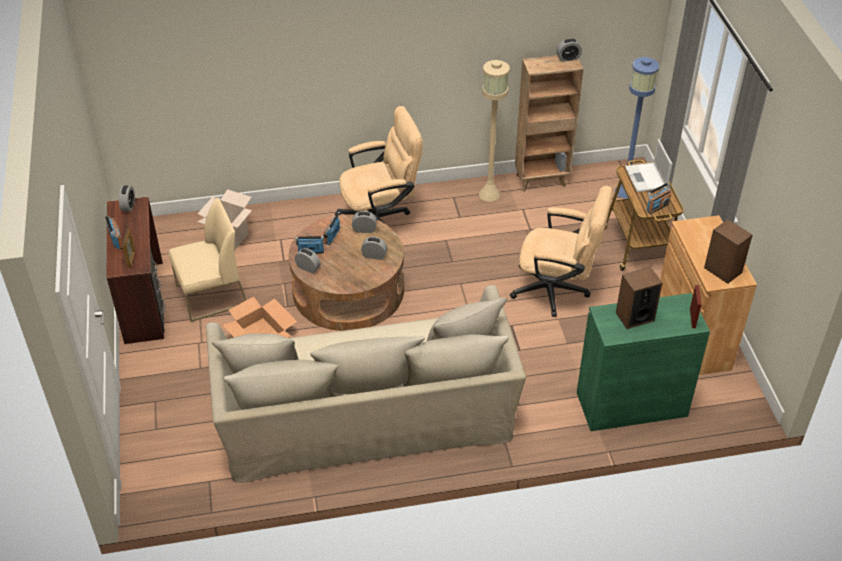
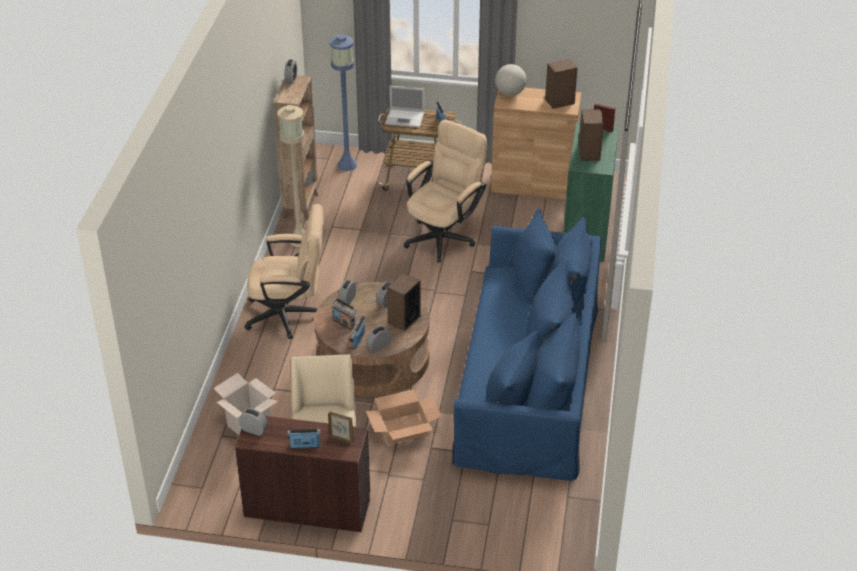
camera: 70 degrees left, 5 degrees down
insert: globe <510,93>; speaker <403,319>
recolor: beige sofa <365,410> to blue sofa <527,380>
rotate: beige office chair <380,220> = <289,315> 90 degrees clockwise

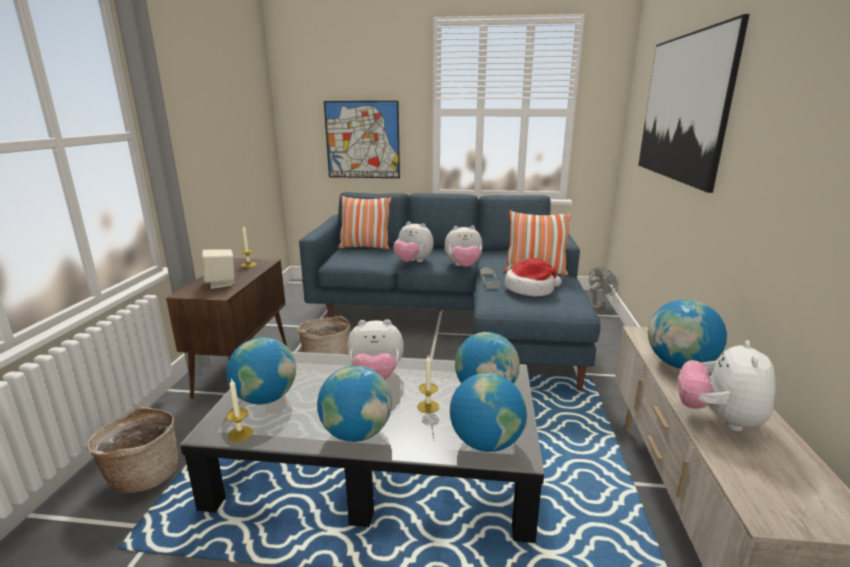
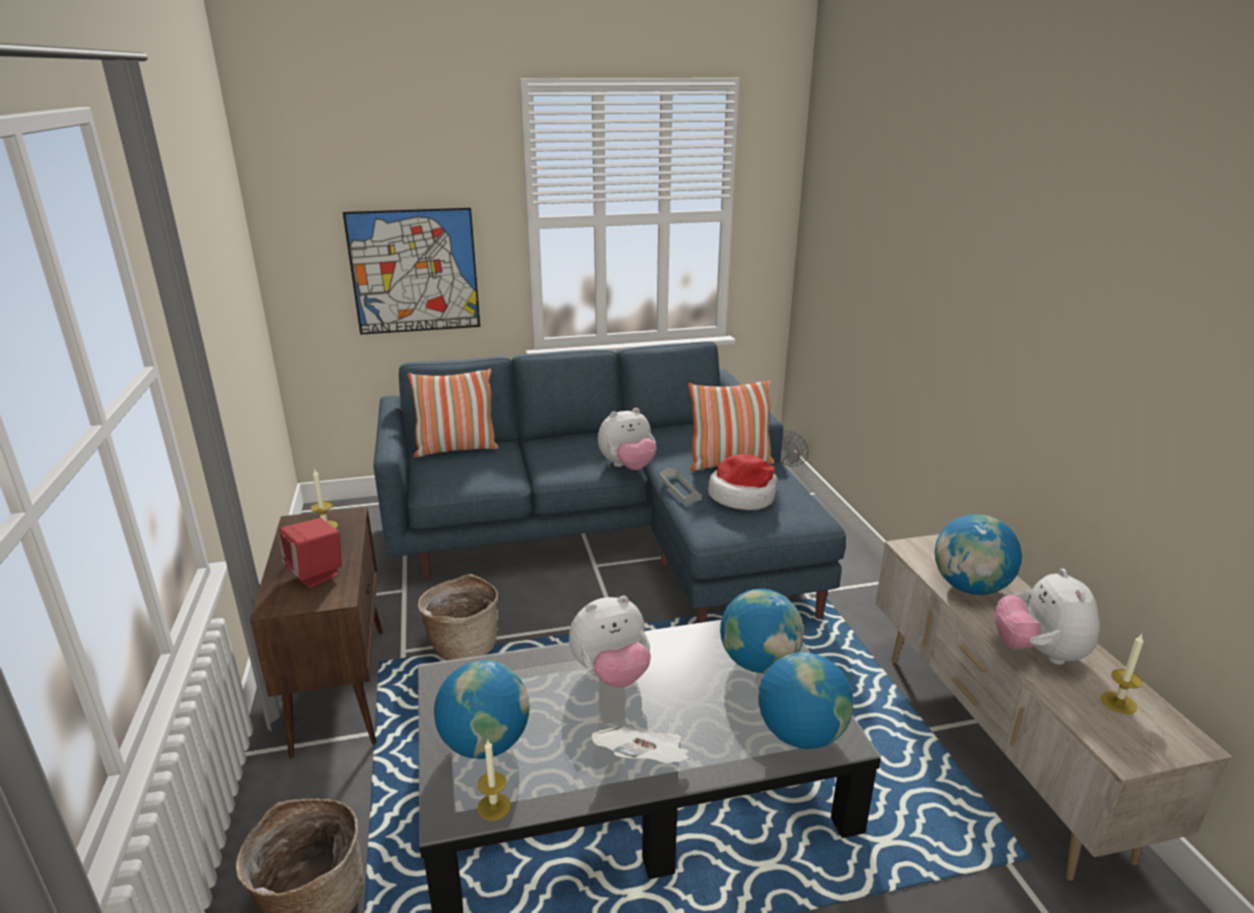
camera: 20 degrees left, 5 degrees up
delete: picture <682,108>; plush toy <413,262>
move: candle <428,406> to <1118,703>
replace: globe <356,433> to newspaper <644,763>
recolor: beige speaker <221,283> to red speaker <316,574>

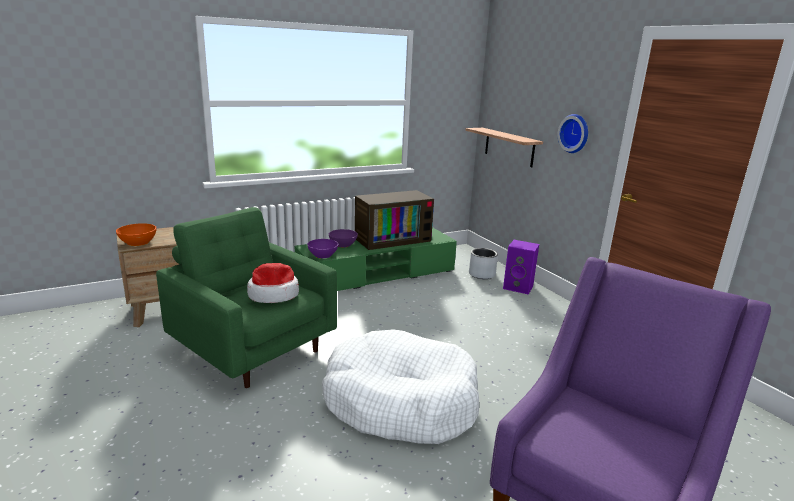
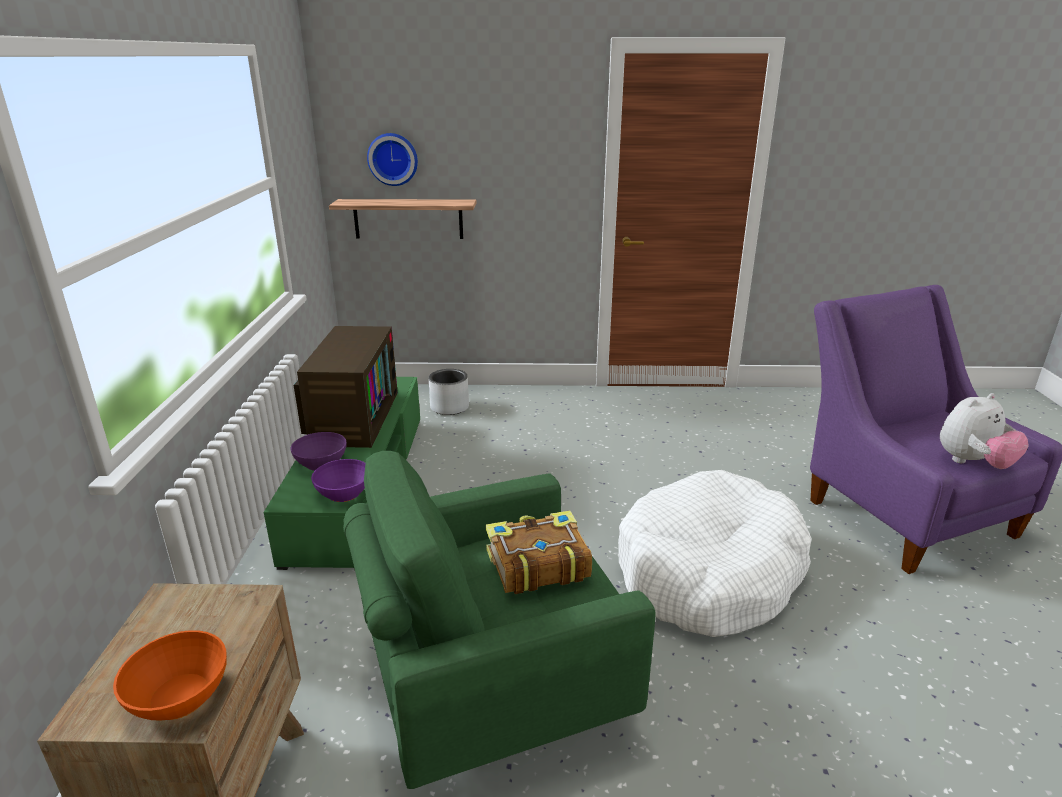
camera: 60 degrees left, 5 degrees up
delete: purple speaker <519,287>
insert: plush toy <973,463>
move: wall clock <575,133> to <393,159>
replace: hat <273,294> to book <536,564>

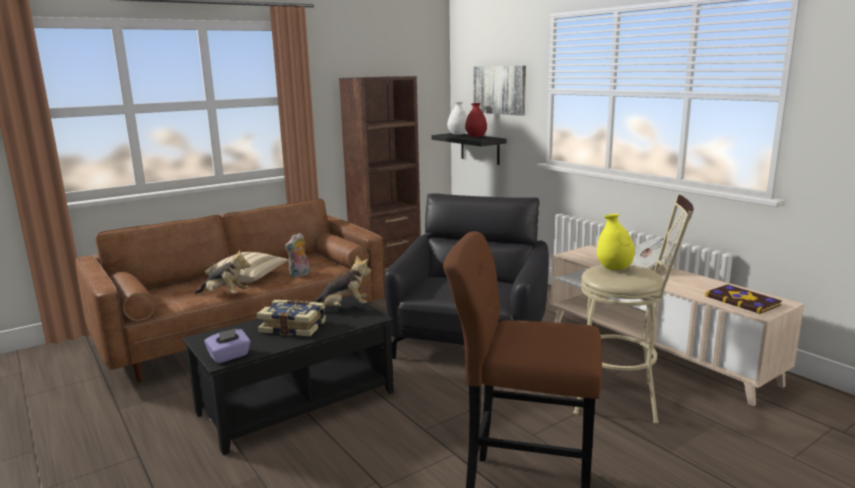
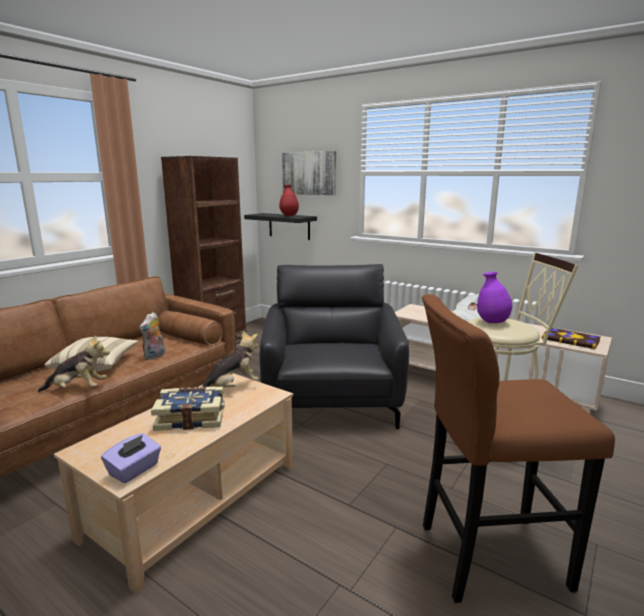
camera: 20 degrees left, 0 degrees up
delete: white vase <458,135>
recolor: yellow vase <614,269> to purple vase <492,322>; black coffee table <296,401> to beige coffee table <194,499>

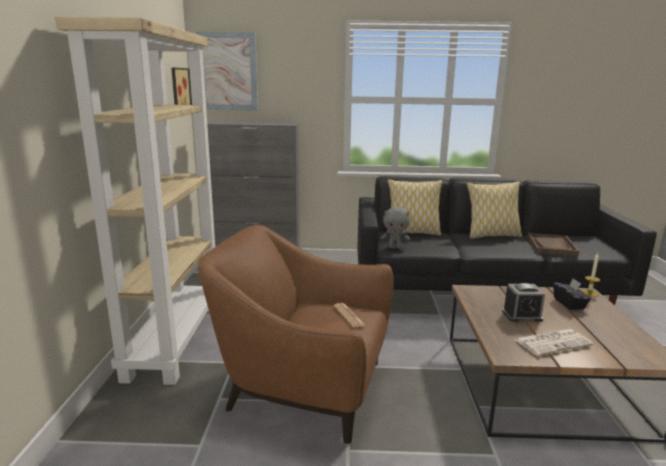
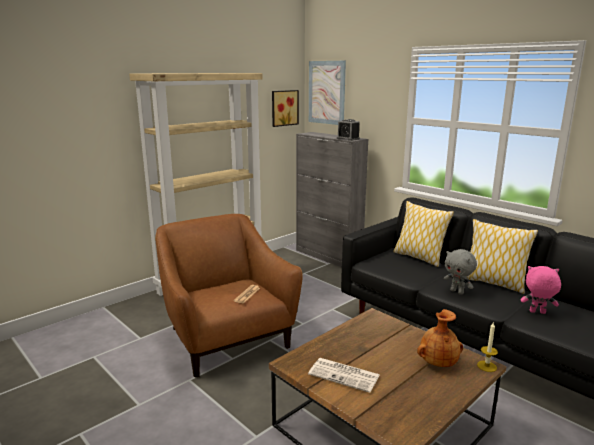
camera: 45 degrees right, 0 degrees up
move: grey plush toy <395,247> to <457,292>; alarm clock <522,315> to <348,139>
replace: brown tray <551,246> to pink plush toy <537,312>; black tissue box <569,304> to brown vase <437,363>

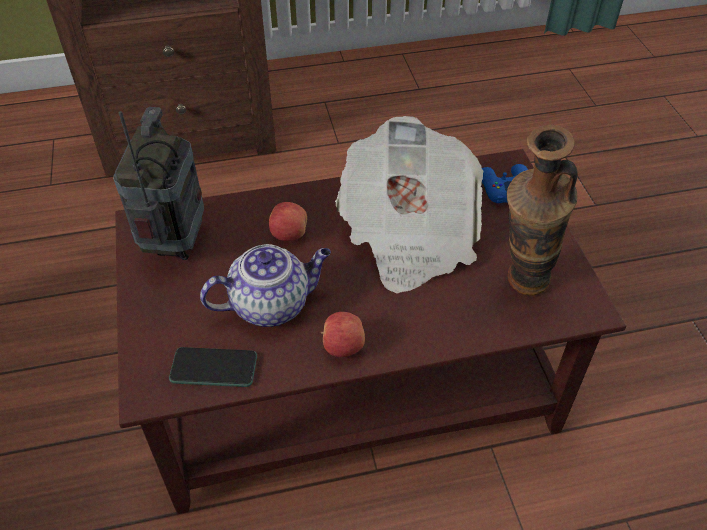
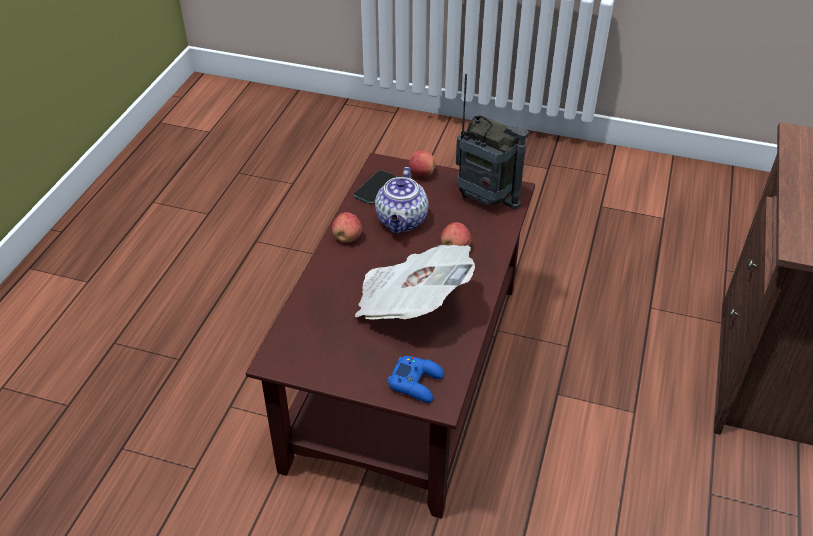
camera: 120 degrees right, 5 degrees down
delete: vase <519,288>
insert: apple <421,173>

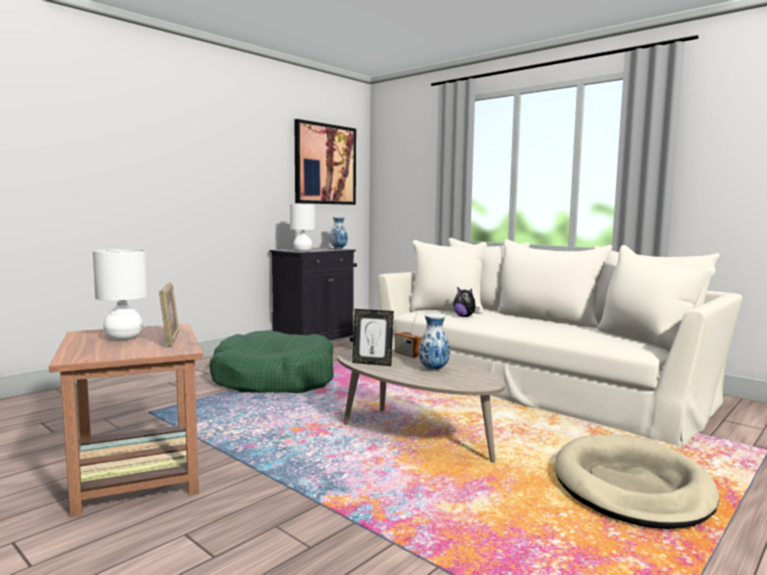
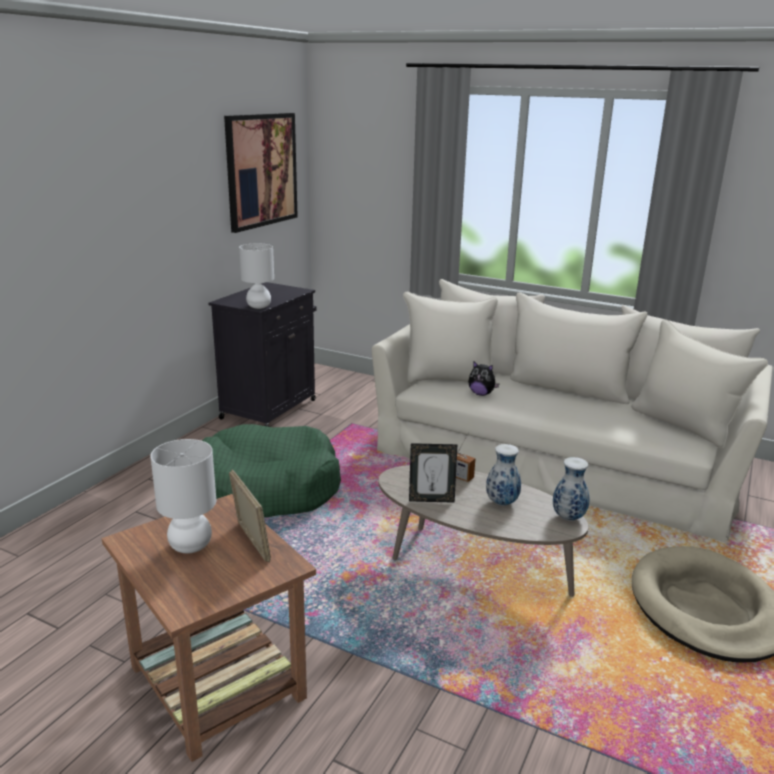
camera: 15 degrees left, 15 degrees up
move: vase <338,248> to <568,517>

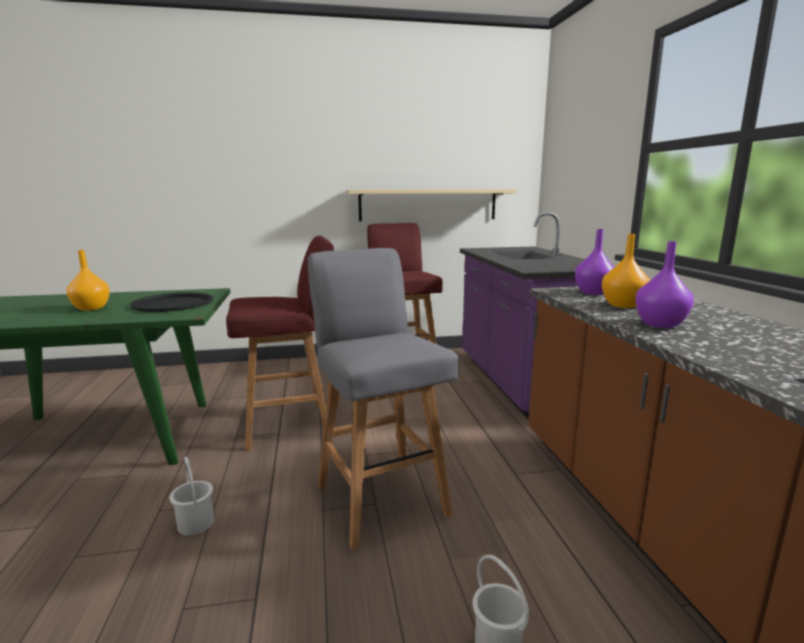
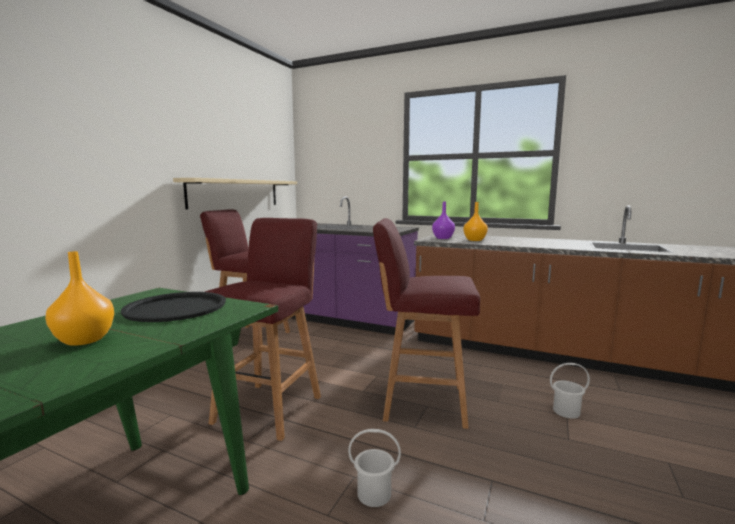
camera: 55 degrees left, 5 degrees down
delete: purple vase <660,324>
recolor: grey stool <380,498> to red stool <422,402>

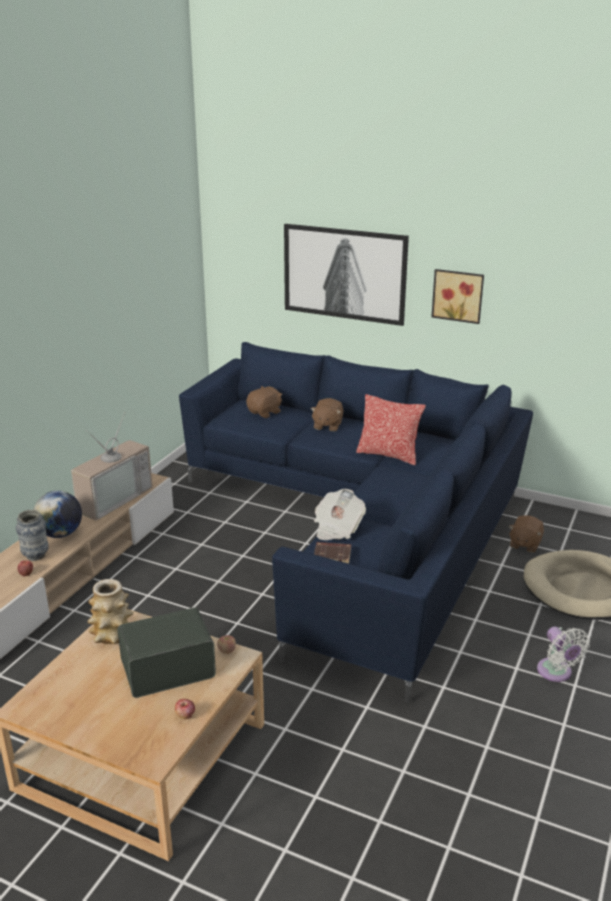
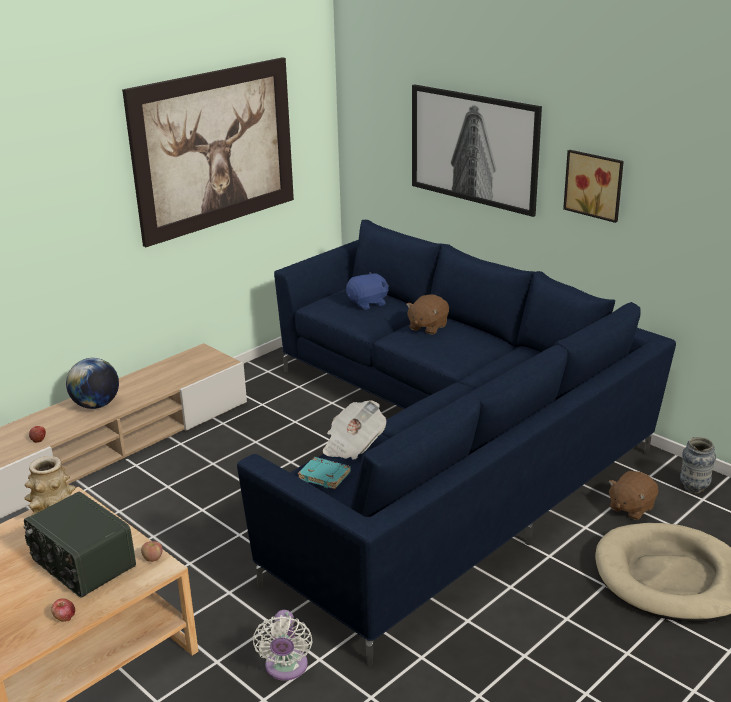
camera: 20 degrees right, 0 degrees up
delete: pillow <388,455>; television <112,498>
insert: picture <214,149>
move: vase <35,556> to <694,488>; white fan <556,673> to <286,668>
recolor: brown plush toy <265,412> to blue plush toy <368,303>; brown book <332,556> to turquoise book <325,476>
rotate: radio <167,668> = <82,564> 135 degrees counterclockwise

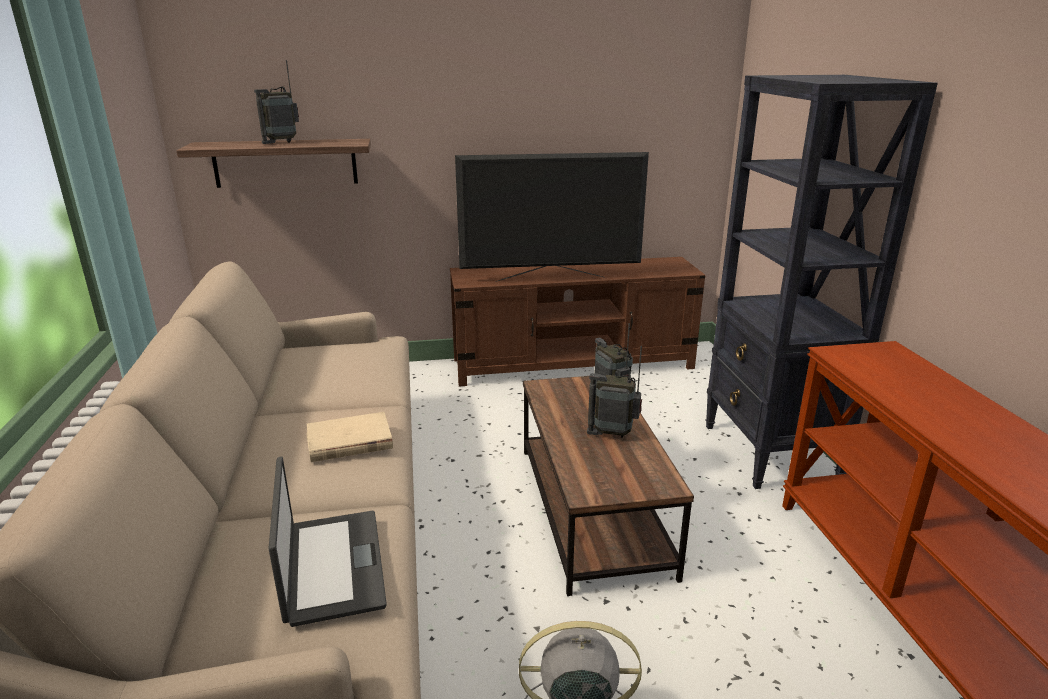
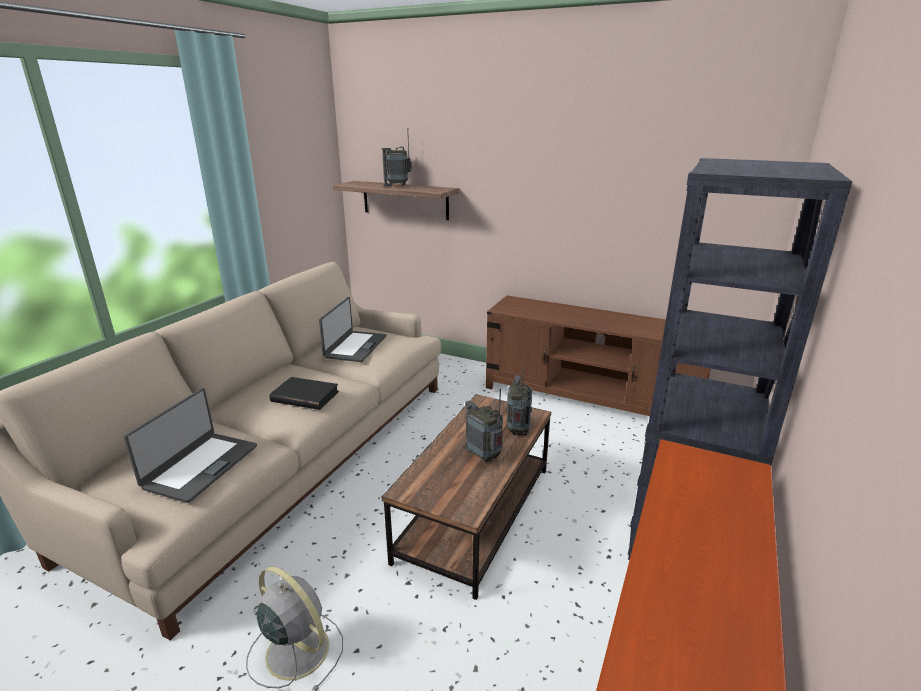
camera: 35 degrees right, 0 degrees up
delete: television <550,279>
insert: laptop <355,346>
recolor: beige book <349,441> to black book <304,396>

